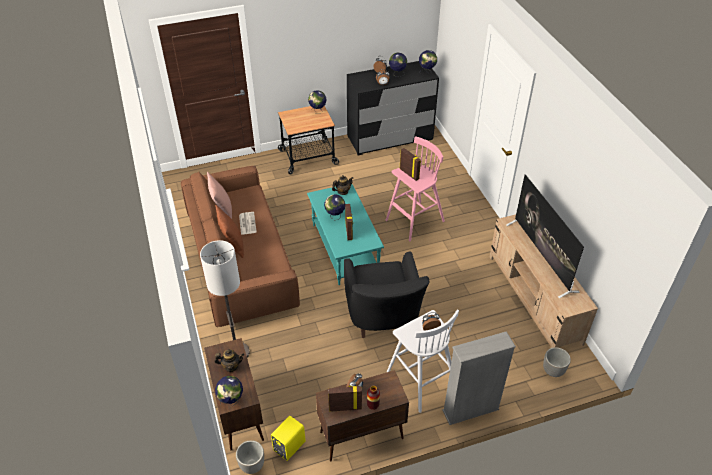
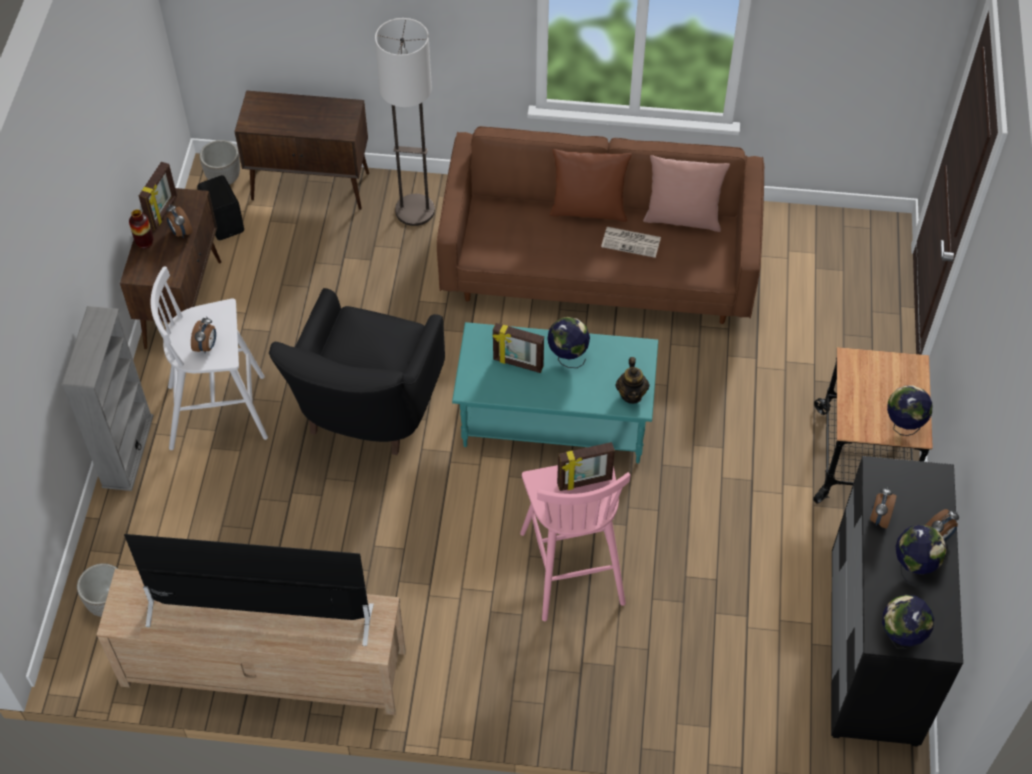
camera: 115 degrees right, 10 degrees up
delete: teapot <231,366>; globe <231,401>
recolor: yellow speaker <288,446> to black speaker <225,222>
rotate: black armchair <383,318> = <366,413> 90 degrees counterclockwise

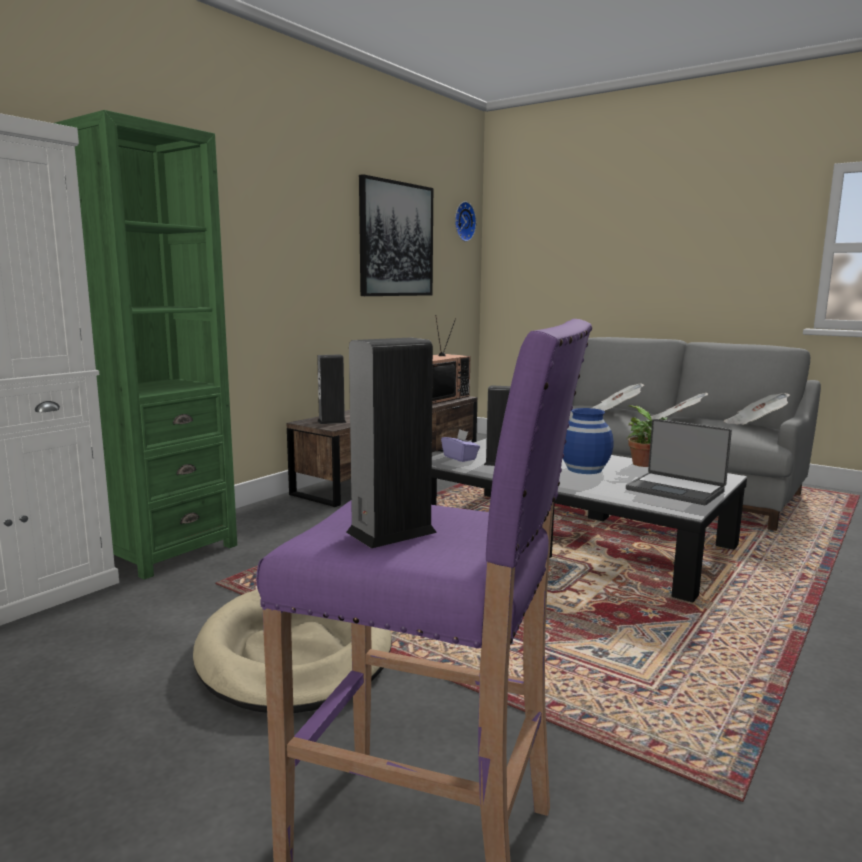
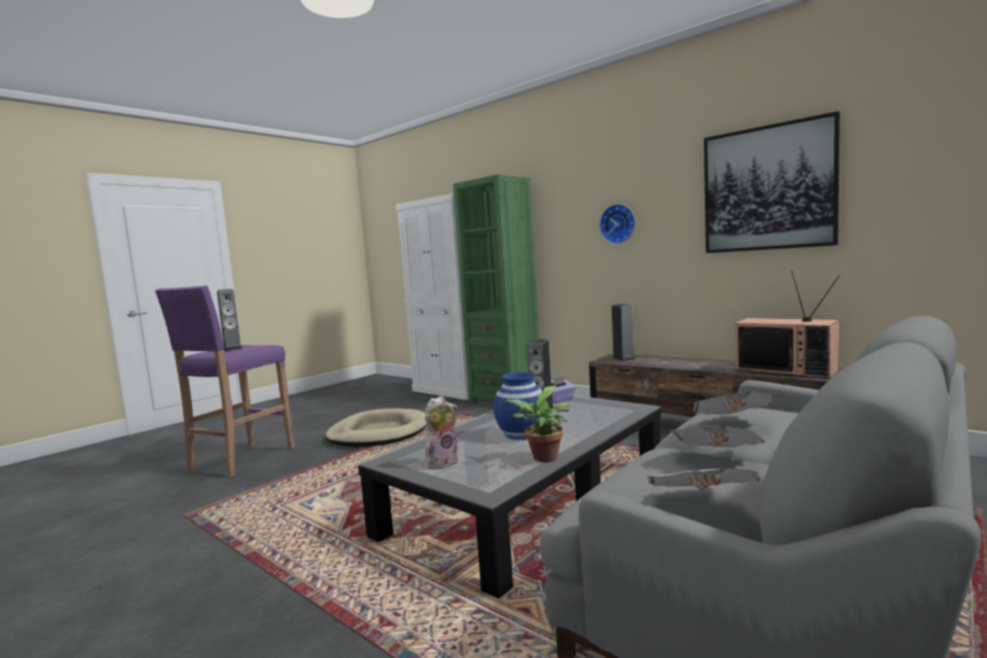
camera: 95 degrees right, 5 degrees down
move: wall clock <463,221> to <618,224>
replace: laptop <676,490> to plush toy <442,462>

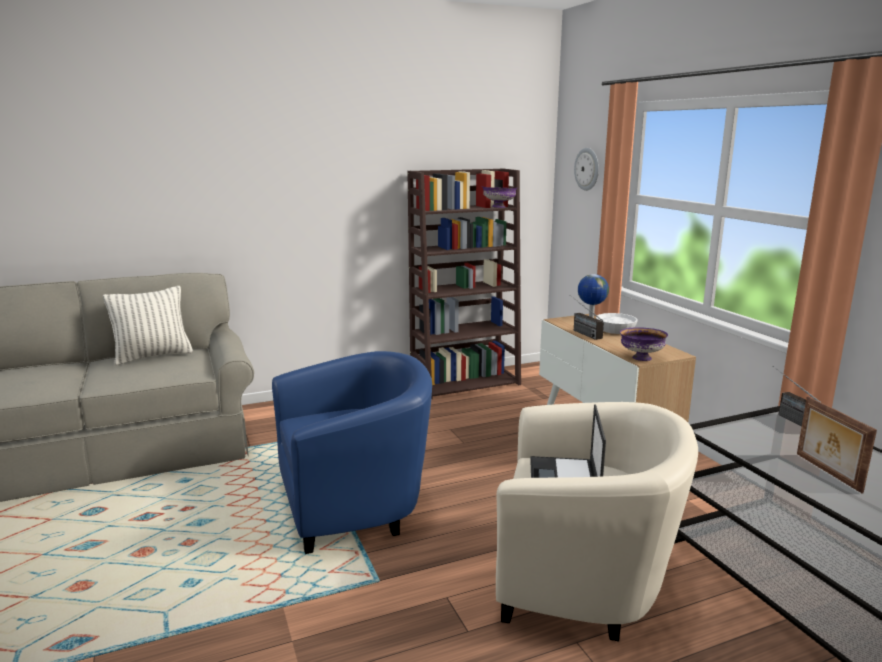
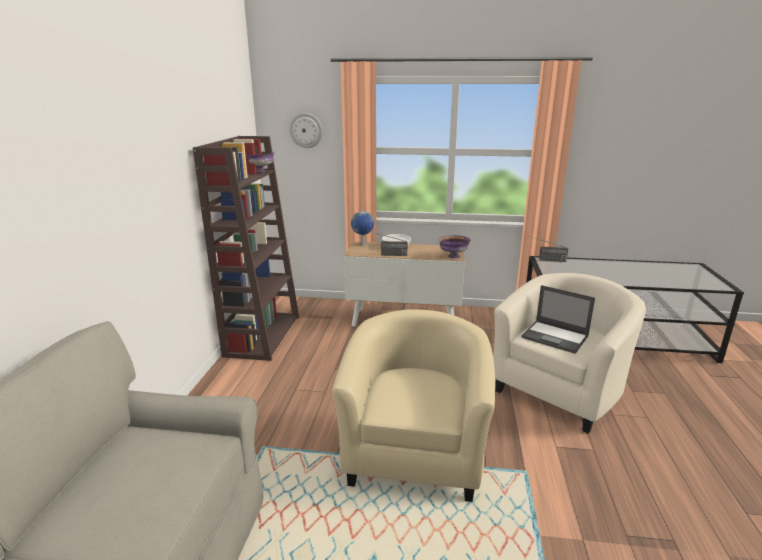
camera: 60 degrees left, 5 degrees up
delete: pillow <153,356>; picture frame <826,472>
recolor: blue armchair <356,506> to beige armchair <415,453>

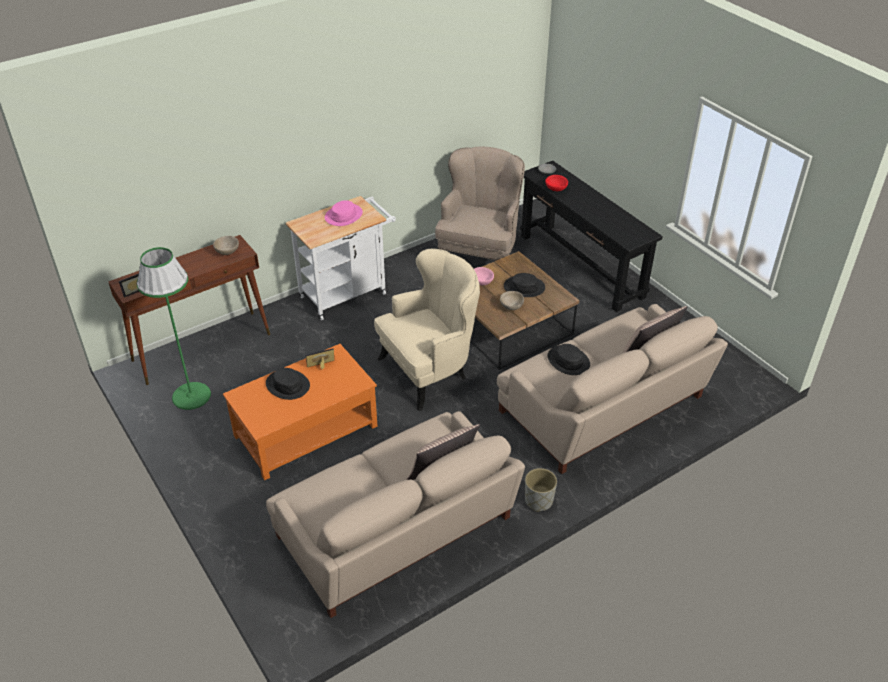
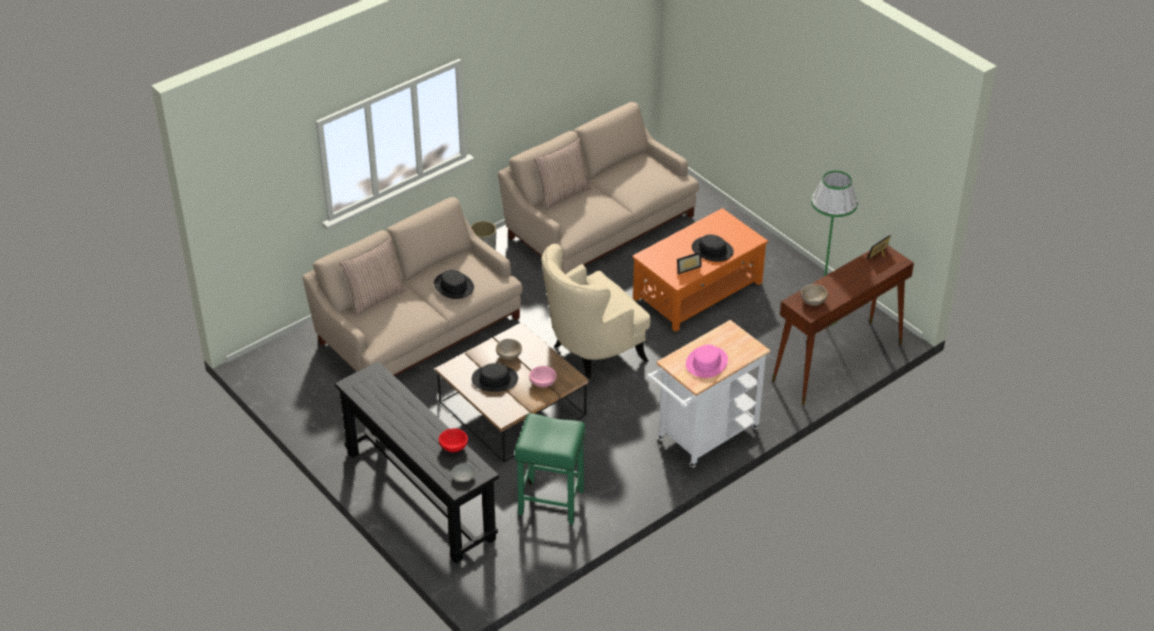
camera: 175 degrees right, 0 degrees up
replace: beige armchair <479,256> to green stool <550,502>

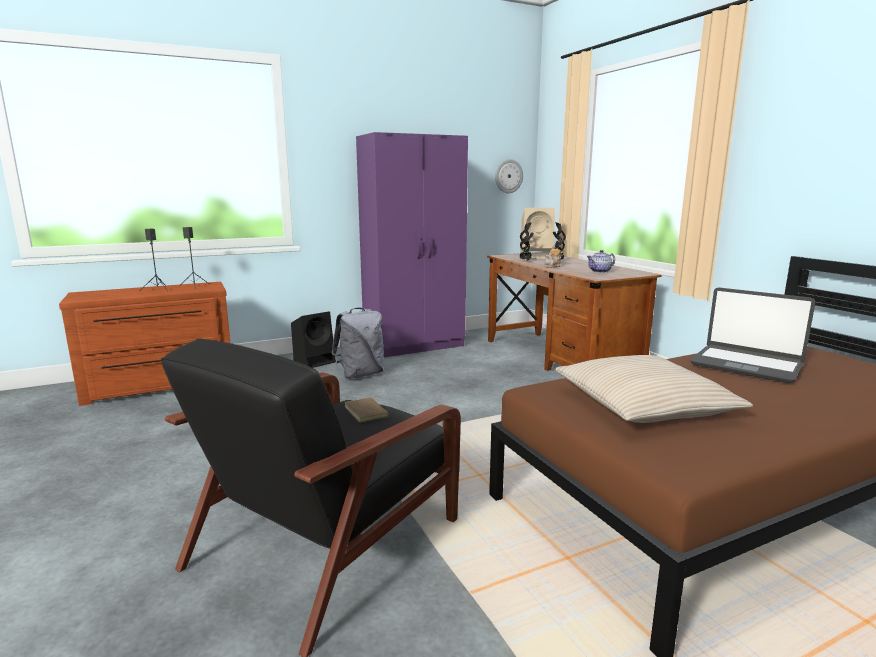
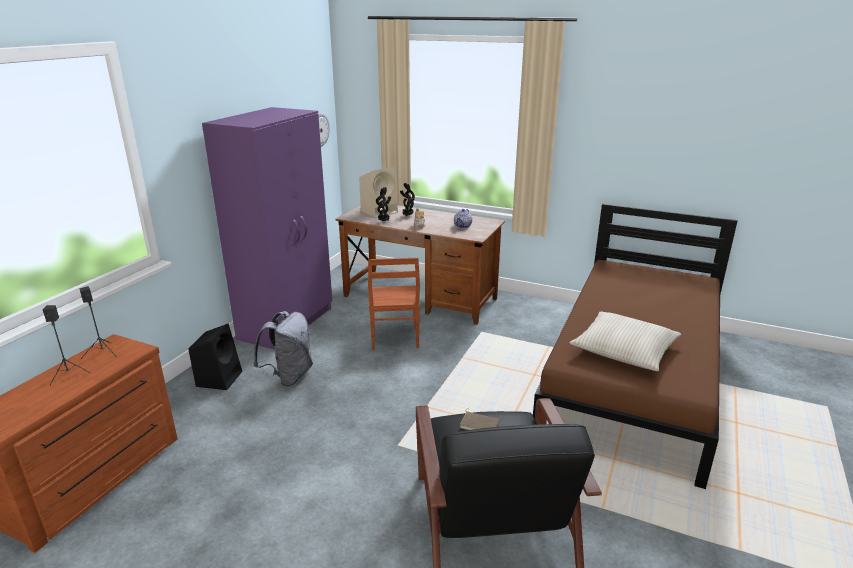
camera: 40 degrees left, 10 degrees up
delete: laptop <746,365>
insert: brown chair <394,339>

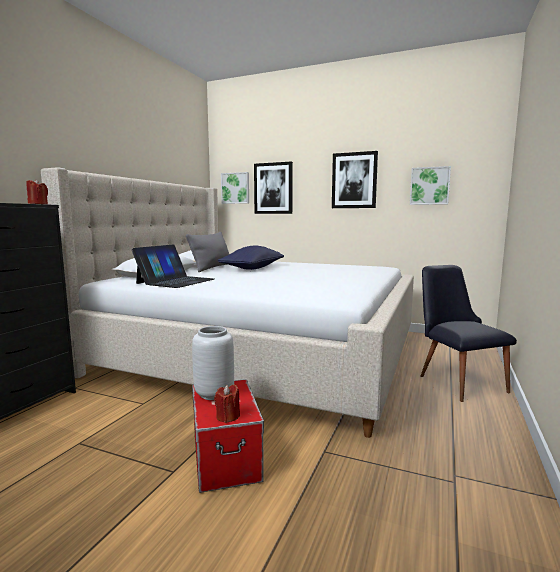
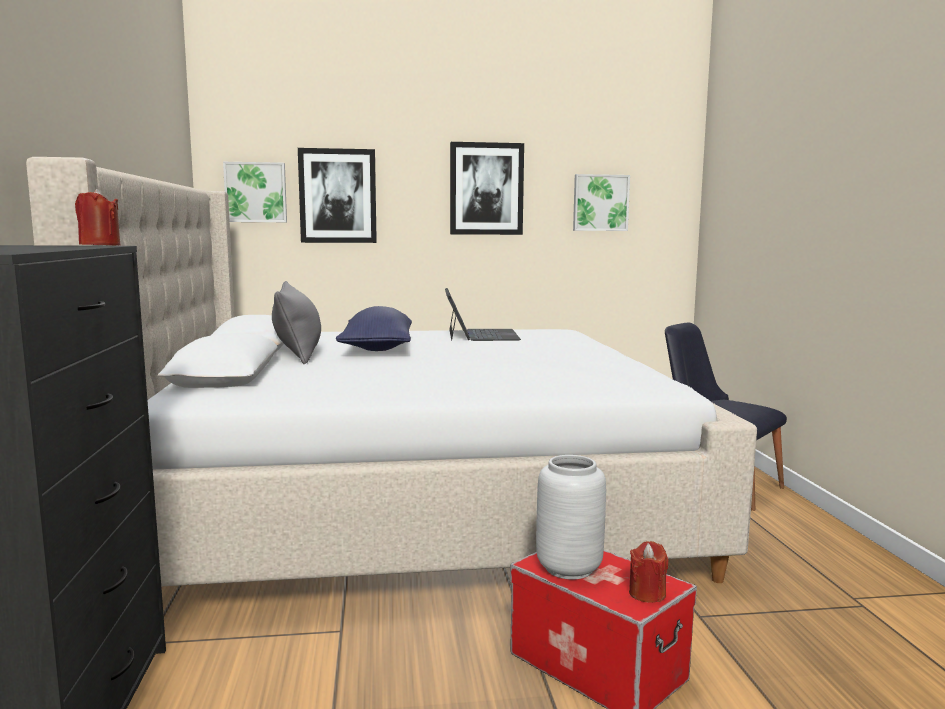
camera: 30 degrees left, 0 degrees up
move: laptop <176,281> to <481,335>

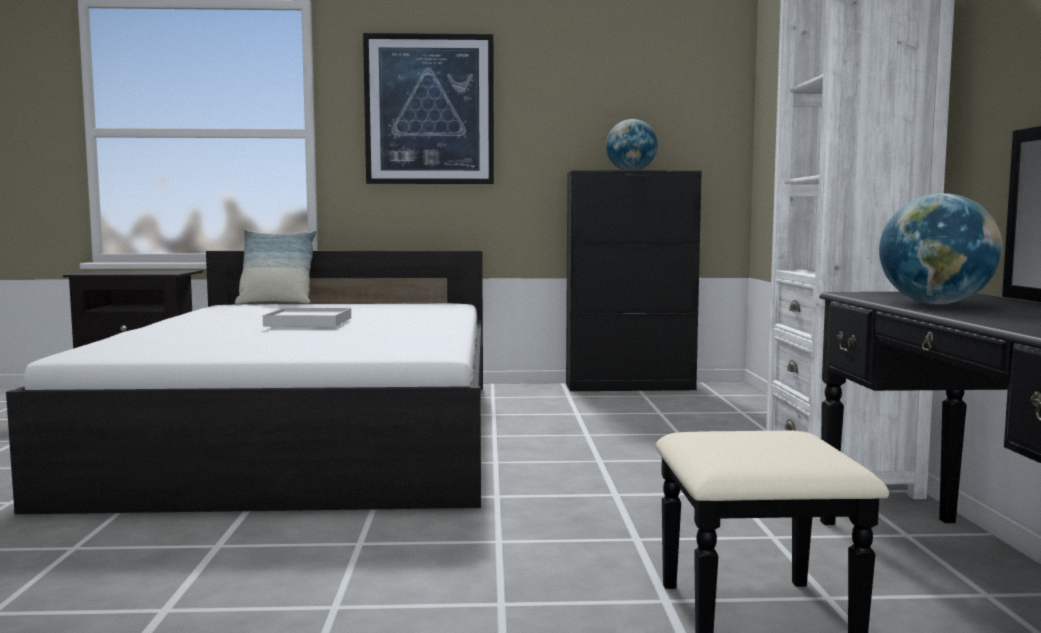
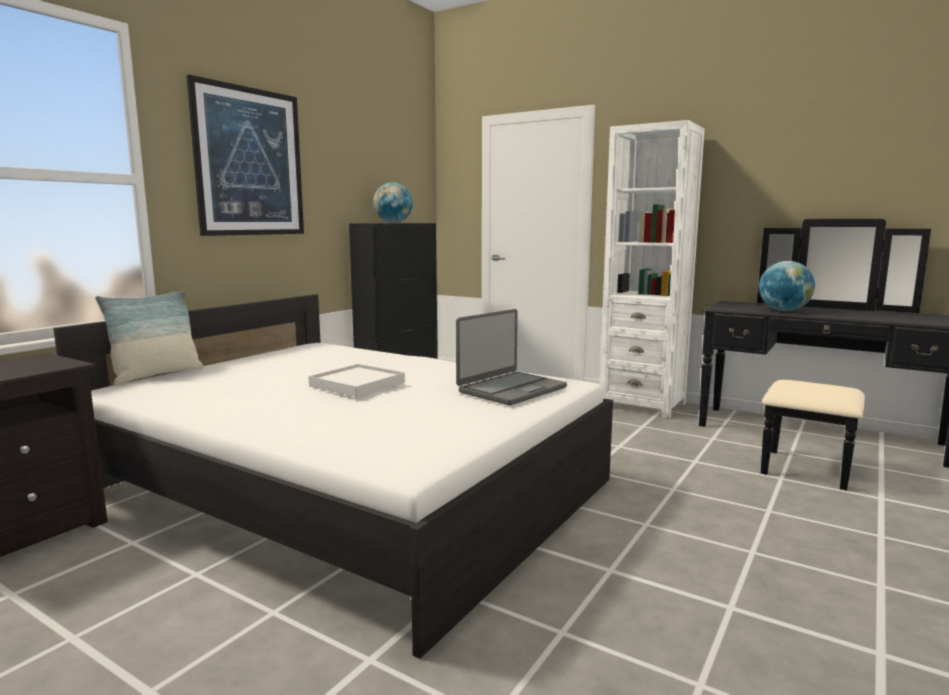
camera: 55 degrees left, 5 degrees up
insert: laptop <511,389>

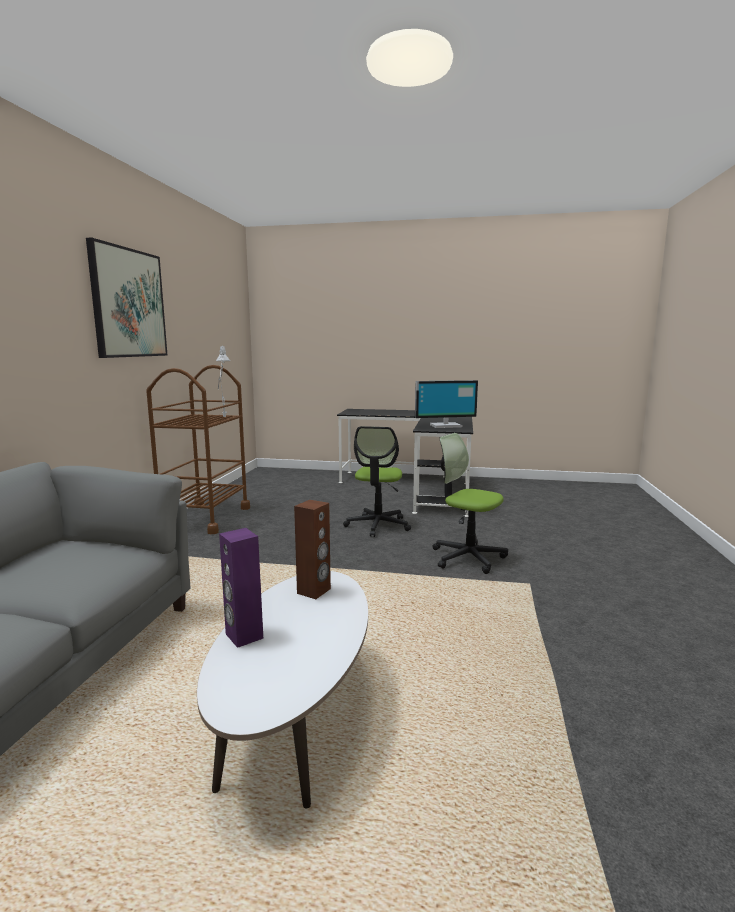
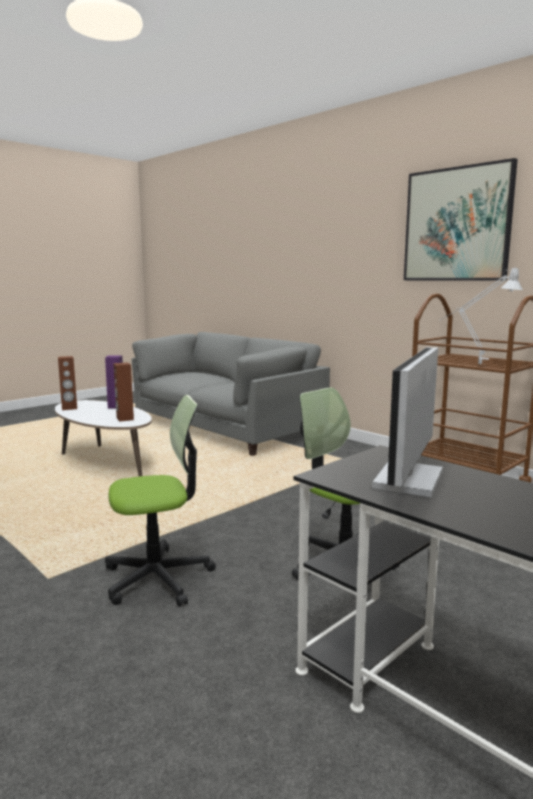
camera: 125 degrees right, 0 degrees up
insert: brown speaker <69,408>

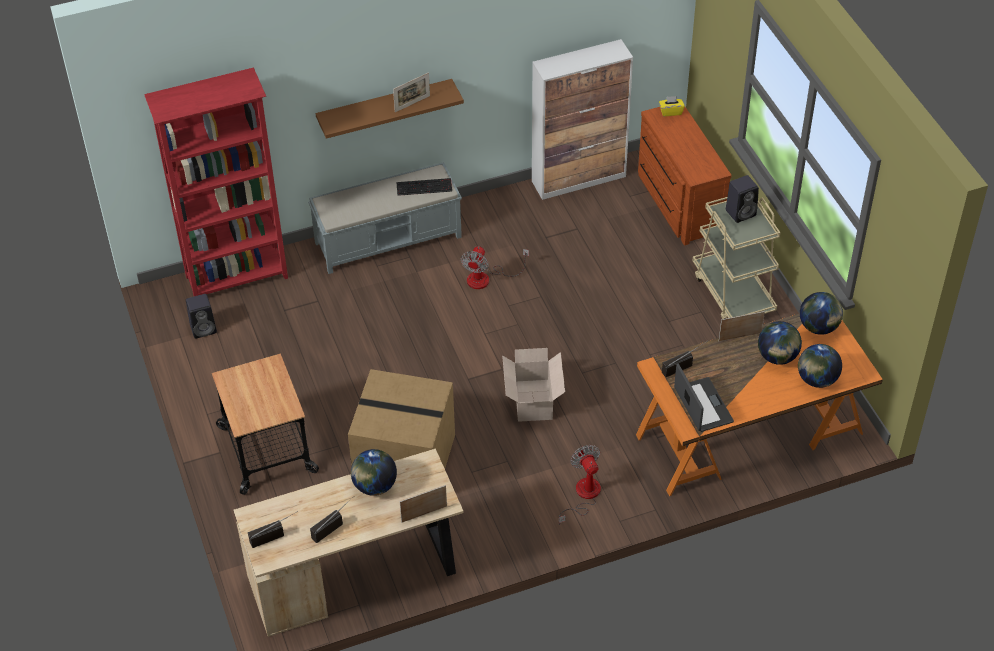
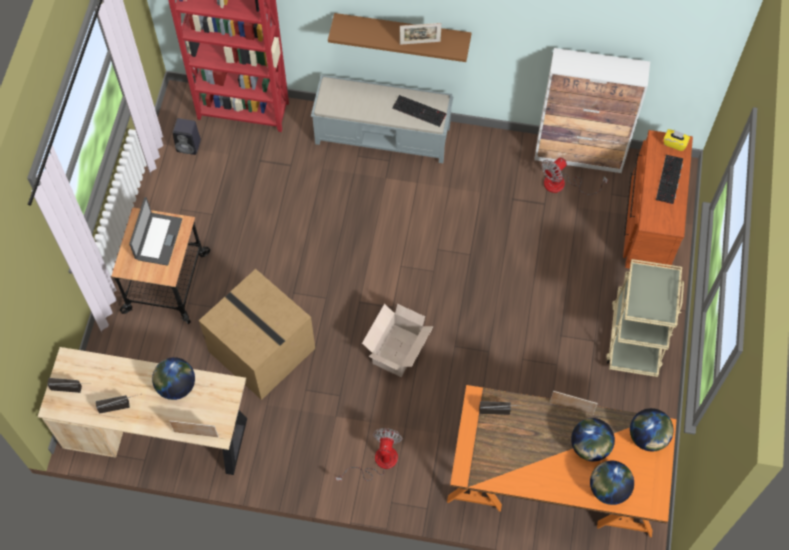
camera: 30 degrees right, 15 degrees up
delete: black speaker <741,212>
insert: keyboard <670,180>
move: fan <486,278> to <562,185>; laptop <702,405> to <158,239>

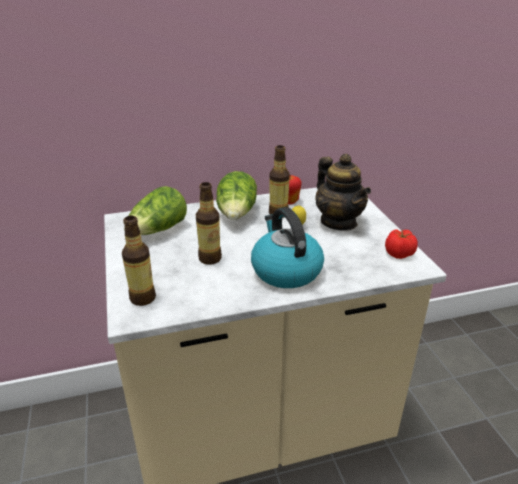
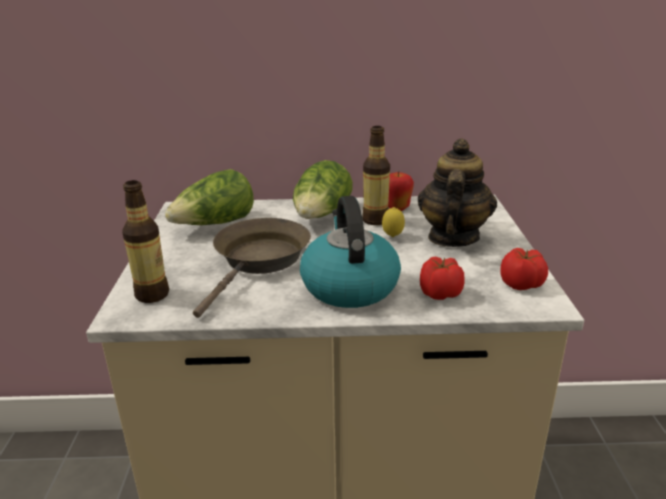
camera: 15 degrees right, 5 degrees down
insert: tomato <439,293>
replace: bottle <210,258> to brown frying pan <259,261>
rotate: teapot <339,222> = <452,237> 150 degrees counterclockwise

